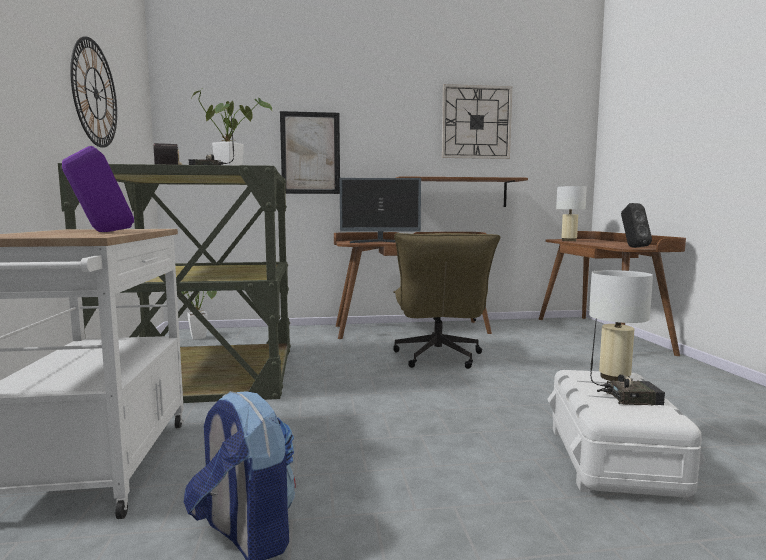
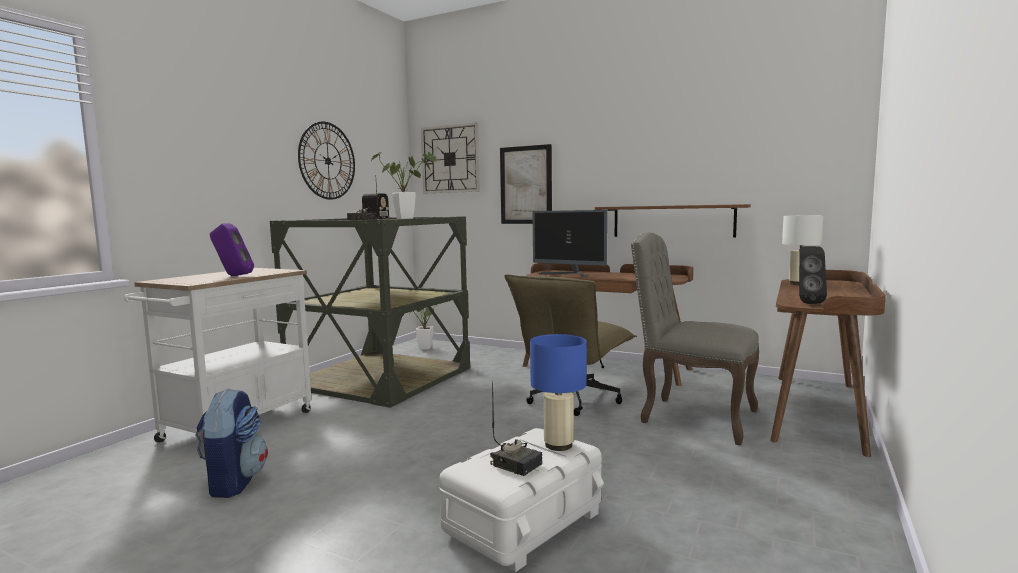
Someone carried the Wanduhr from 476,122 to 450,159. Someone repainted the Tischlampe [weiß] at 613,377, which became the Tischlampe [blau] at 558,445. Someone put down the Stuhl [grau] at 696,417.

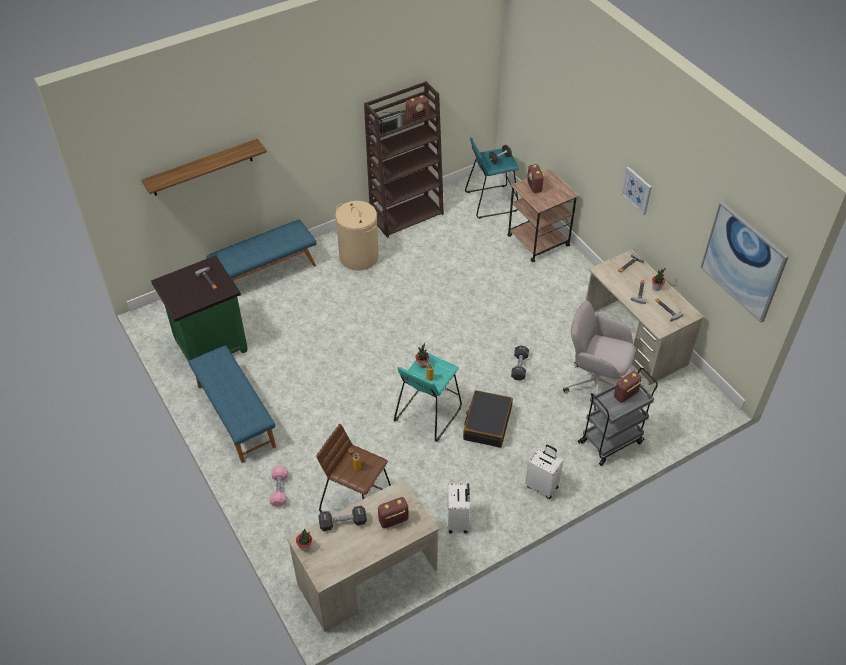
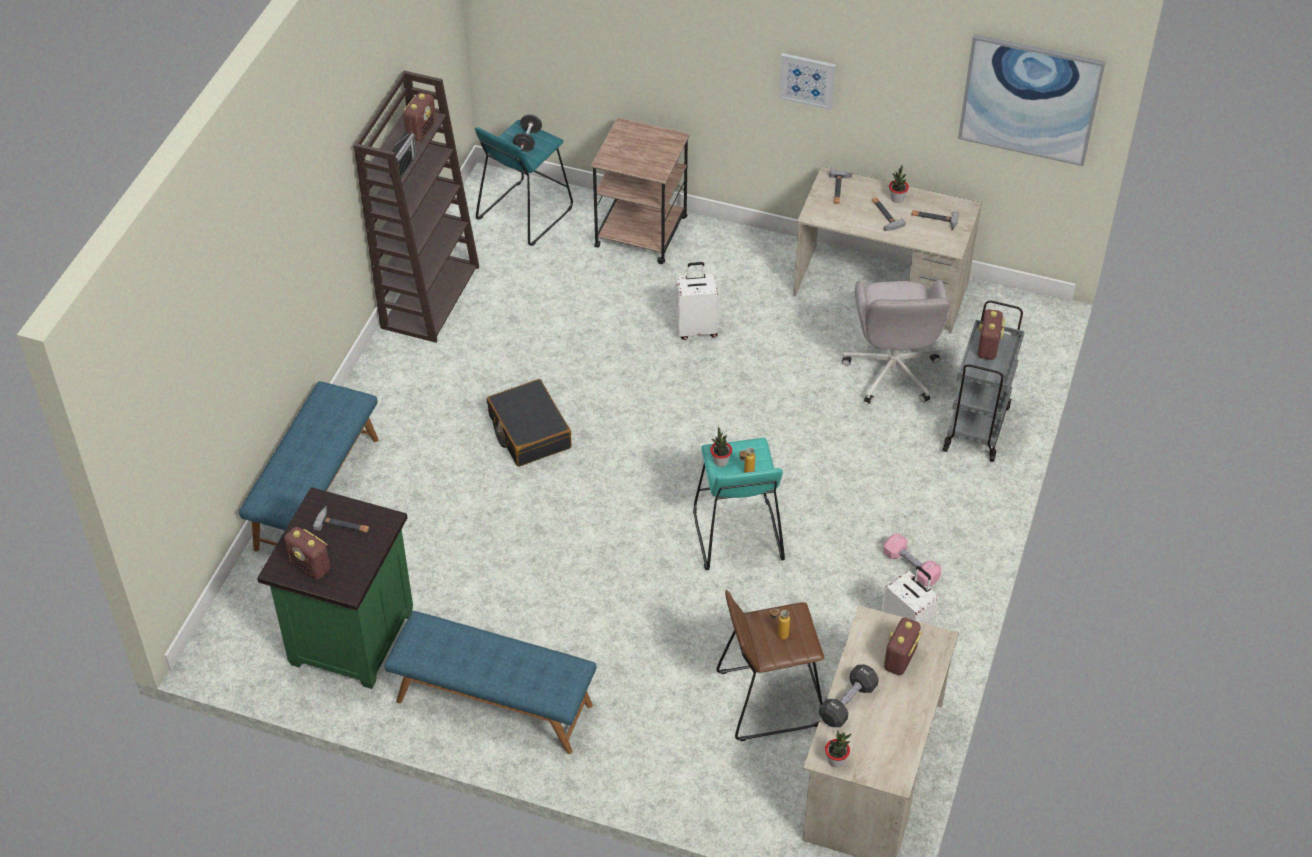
Someone took away the Wandregal at 202,168. Someone carried the Radio from 534,187 to 310,566. Someone took away the Wäschekorb [beige] at 358,257. Someone rotated the Bürostuhl [grau] at 594,385 by 75 degrees counterclockwise. Someone took away the Hantel [schwarz] at 519,367. Someone carried the Koffer [schwarz] from 487,424 to 529,432. Someone carried the Koffer [weiß] from 542,486 to 696,329. Someone carried the Hantel [rosa] from 279,490 to 911,567.

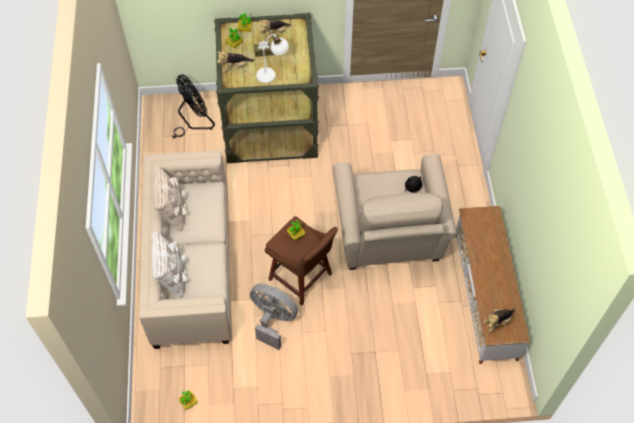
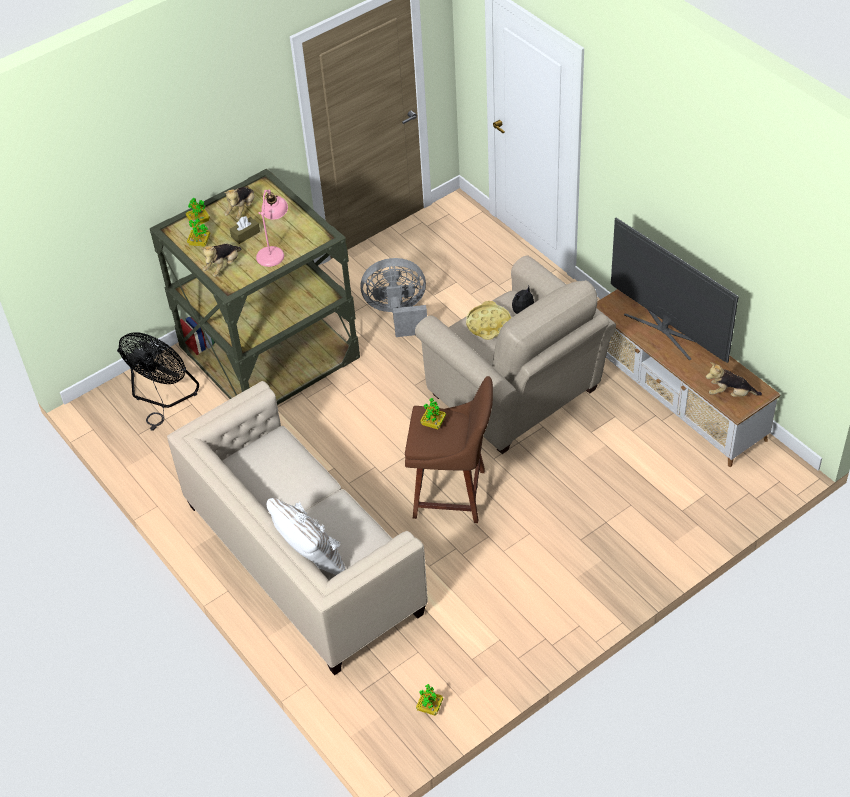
Someone repainted the Tischlampe [weiß] at 272,70, which became the Tischlampe [rosa] at 274,248. Someone took away the Kissen [beige] at 174,211. Someone carried the Ventilator [grau] from 273,320 to 398,314. Someone rotated the Plüschtier at 497,322 by 75 degrees clockwise. Someone put down the Fernseher at 666,329. Someone put down the Tablett [gelb] at 488,324.

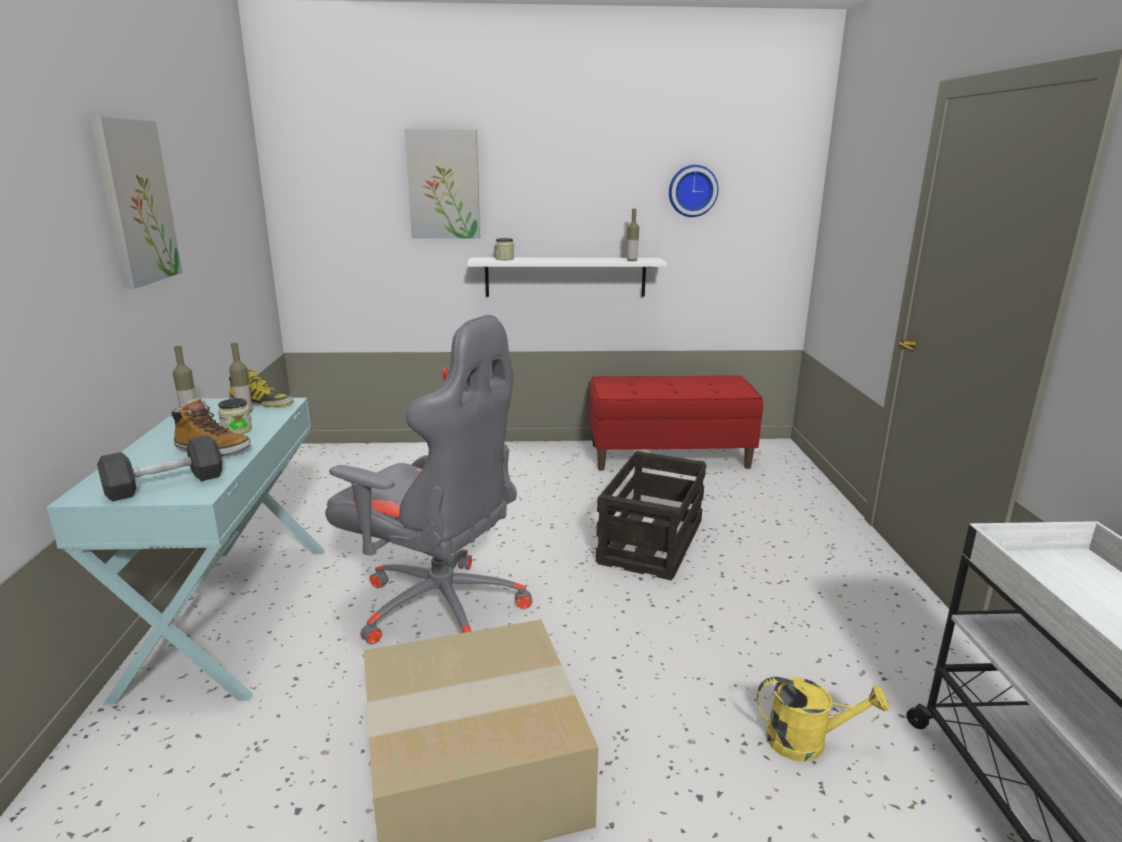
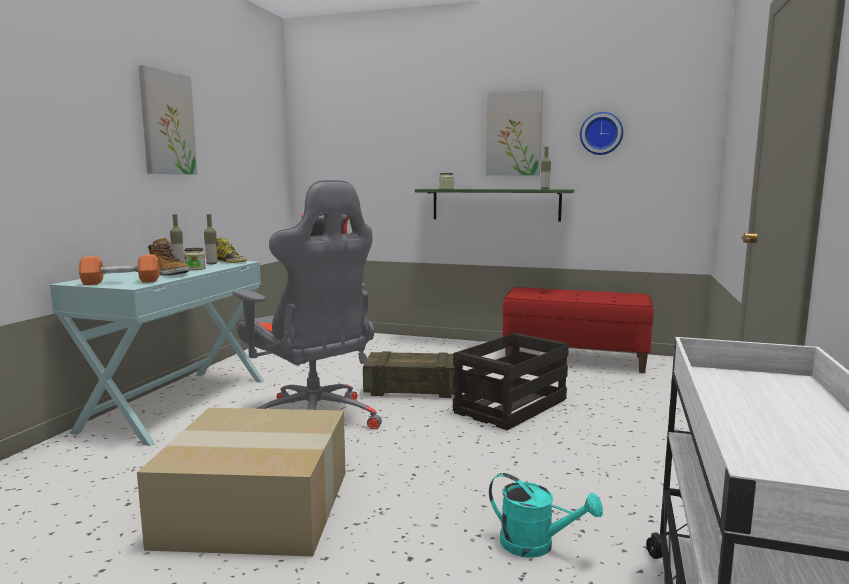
Someone carried the Bild from 444,185 to 514,134. Someone repainted the Wandregal [weiß] at 565,277, which became the Wandregal [grün] at 495,204. Someone repainted the Hantel [grau] at 165,484, which became the Hantel [orange] at 121,282. Someone repainted the Gießkanne [gelb] at 807,742, which became the Gießkanne [türkis] at 536,545. Someone put down the Kiste at 413,389.

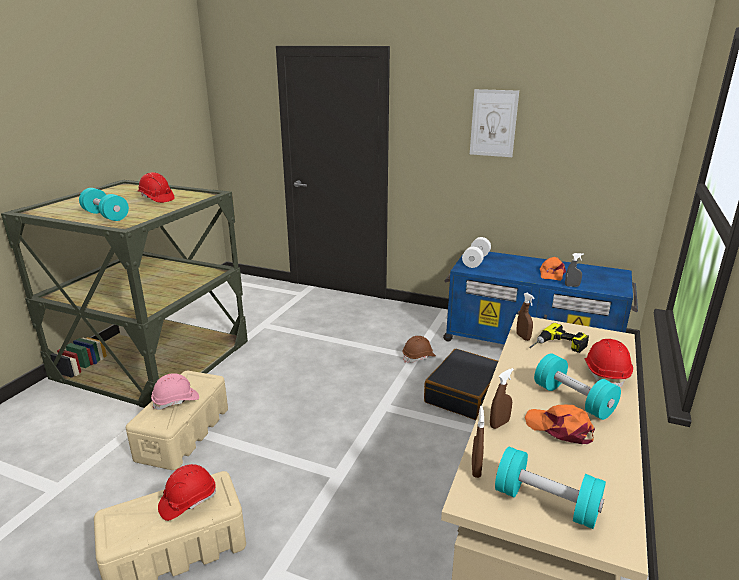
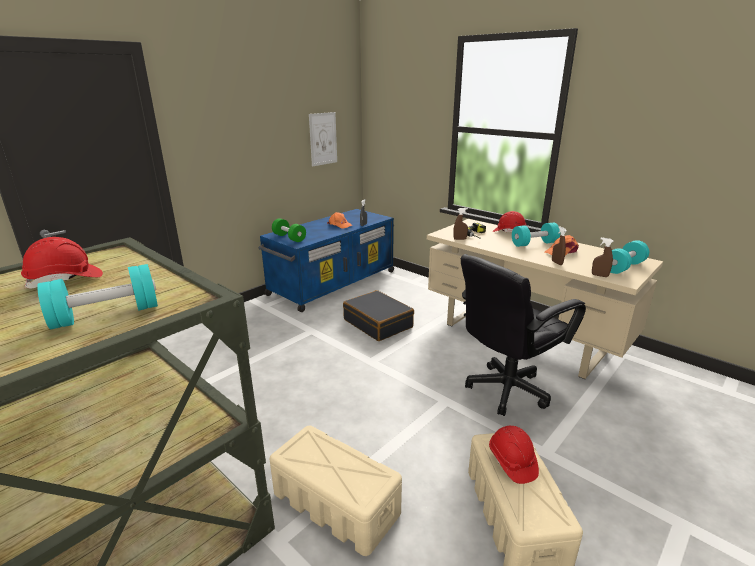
Someone carried the Bild from 493,123 to 323,139. Someone repainted the Hantel [weiß] at 476,261, which became the Hantel [grün] at 289,238. Someone took away the Schutzhelm [braun] at 418,357. Someone took away the Schutzhelm [rosa] at 176,401. Someone put down the Bürostuhl [schwarz] at 504,393.

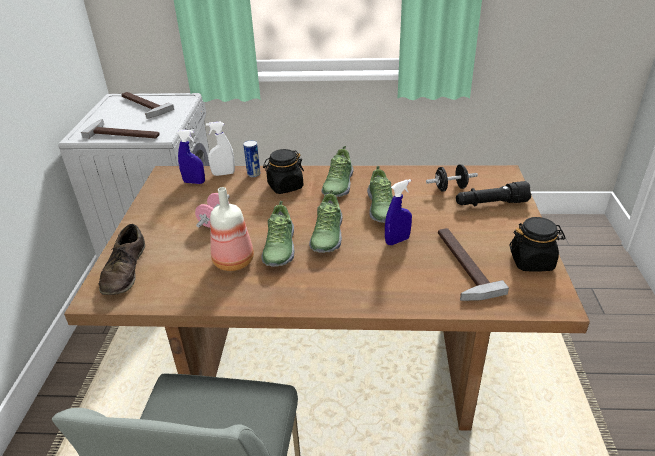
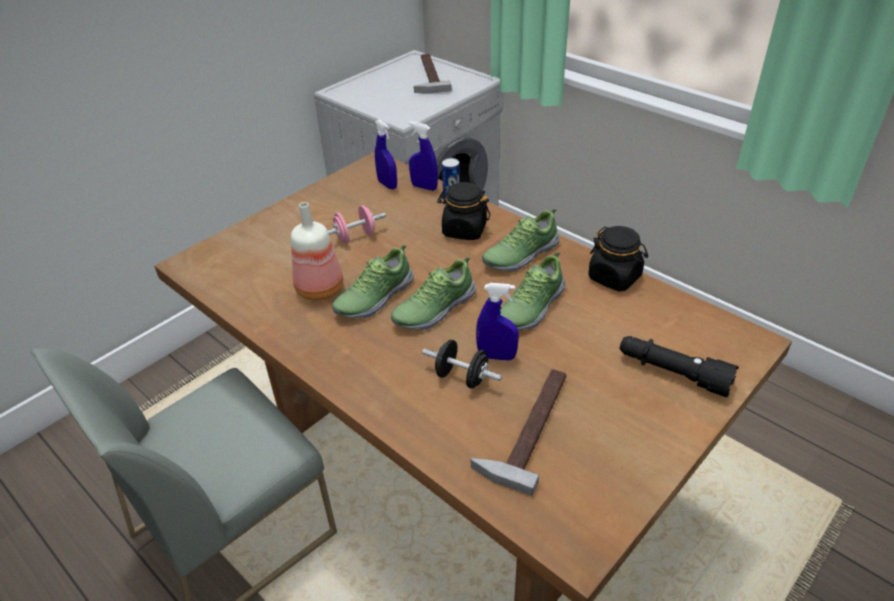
Someone took away the Hammer at 125,133. Someone repainted the Sprühflasche [weiß] at 223,174, which became the Sprühflasche [blau] at 424,187. Someone carried the Hantel [schwarz] from 450,188 to 462,377. Someone carried the Vorratsglas [schwarz] from 532,261 to 615,277. Someone took away the Schuh [braun] at 125,270.

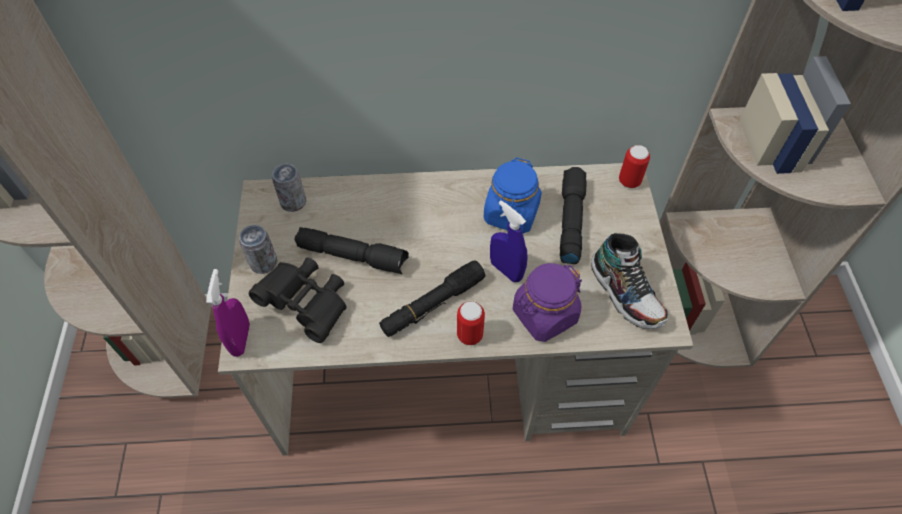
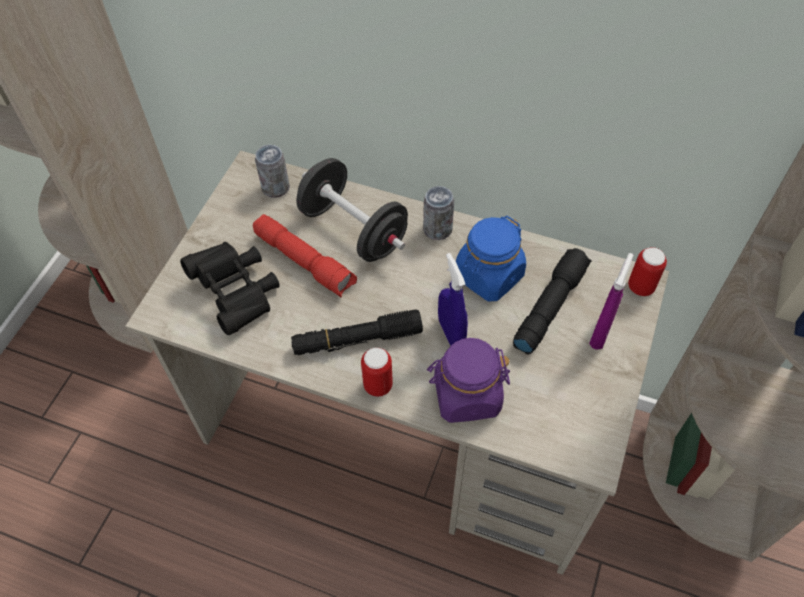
Someone carried the Dose from 263,263 to 437,229. Someone repainted the Taschenlampe [schwarz] at 353,255, which became the Taschenlampe [rot] at 305,261. Someone took away the Schuh at 626,293. Someone carried the Sprühflasche [lila] from 241,339 to 600,333. Someone put down the Hantel [schwarz] at 353,229.

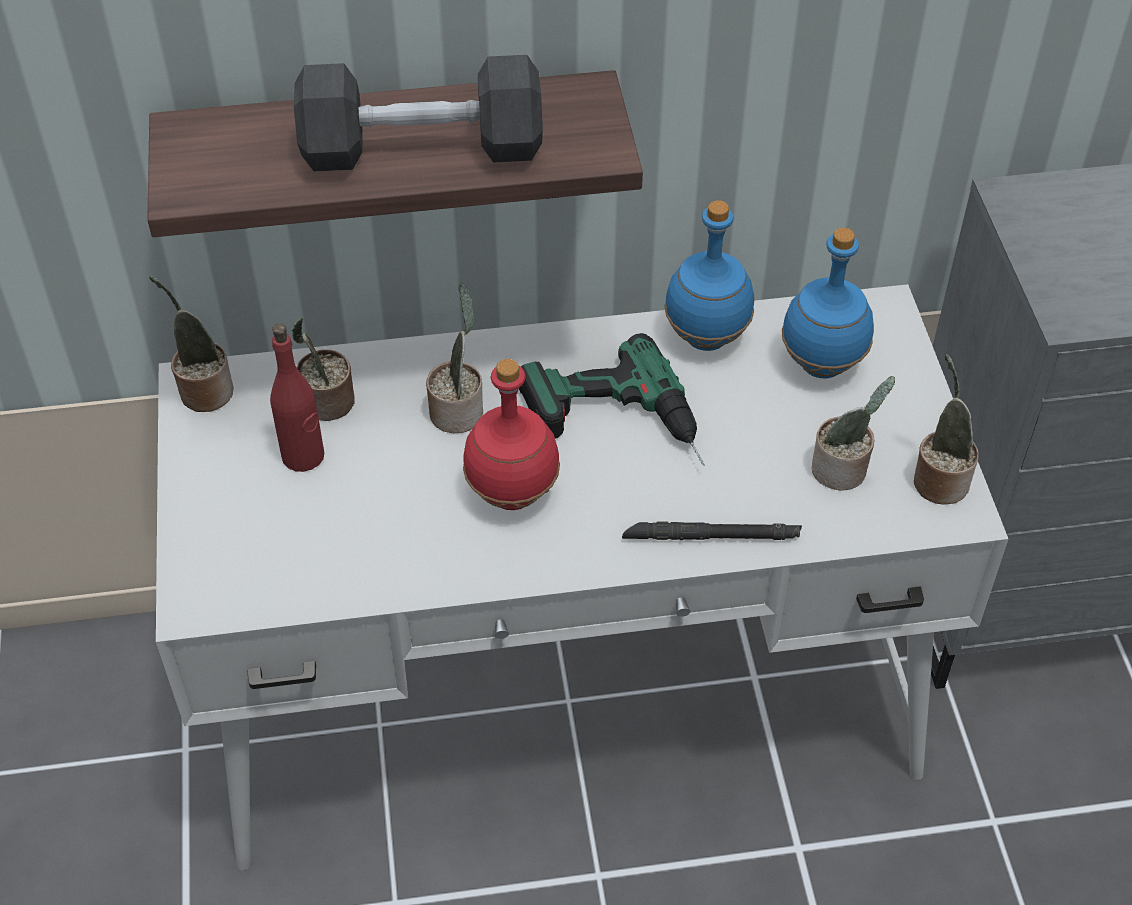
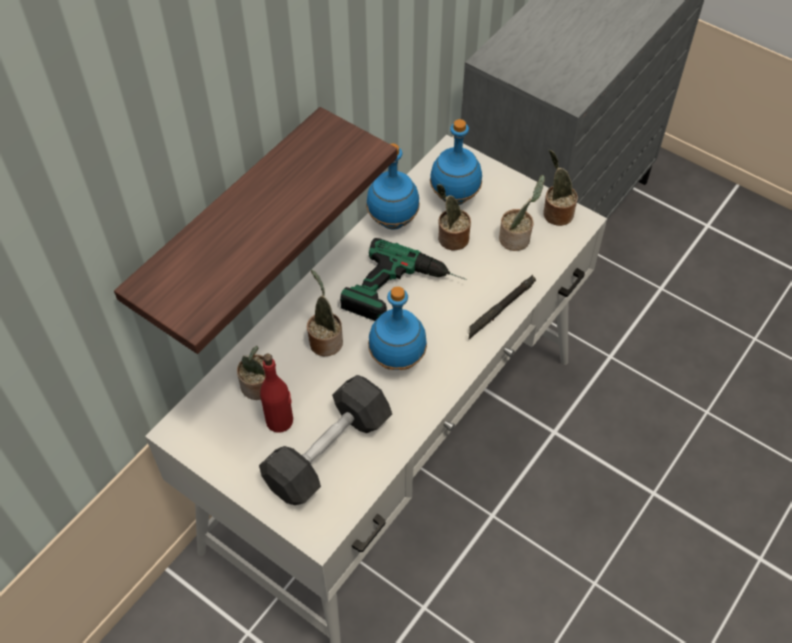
Someone carried the Hantel [grau] from 422,149 to 328,451. Someone carried the Topfpflanze from 203,391 to 451,239. Someone repainted the Flasche [rot] at 514,495, which became the Flasche [blau] at 398,359.

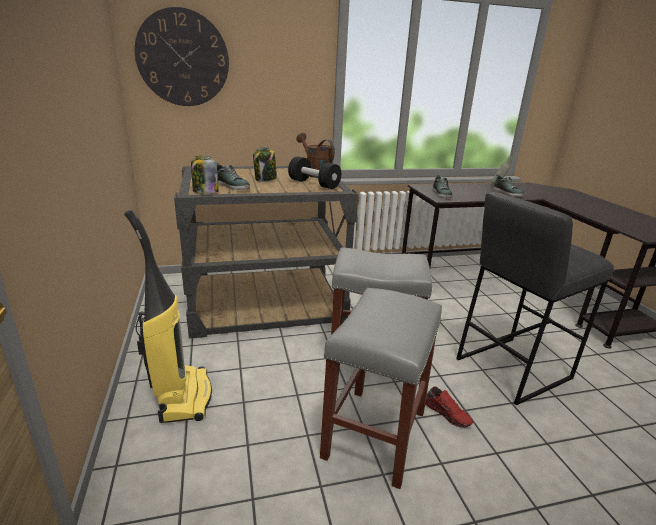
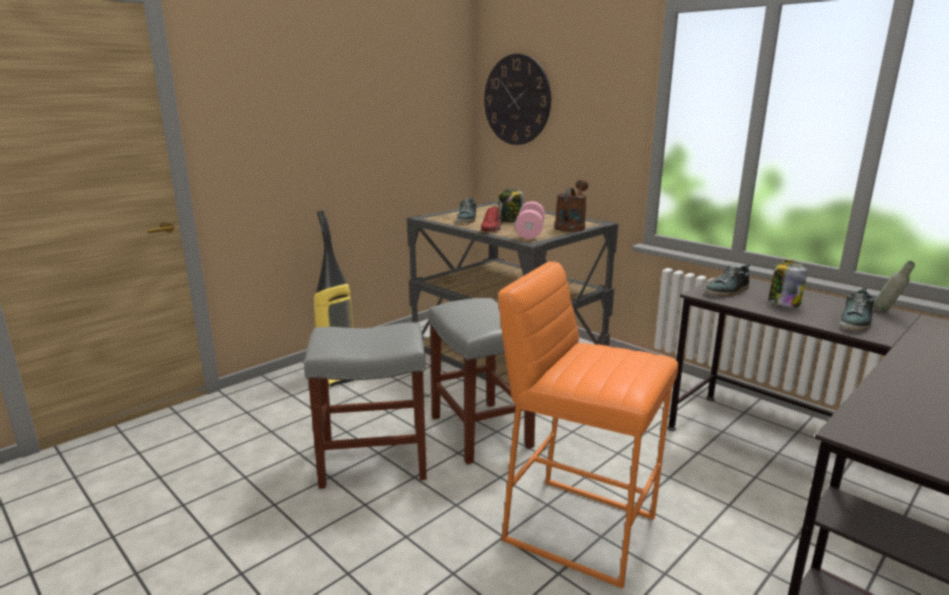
Someone carried the Vorratsglas from 205,192 to 783,303. Someone repainted the Hantel [schwarz] at 314,184, which became the Hantel [rosa] at 530,232. Someone repainted the Hocker [grau] at 511,369, which became the Hocker [orange] at 577,527. Someone carried the Schuh [rot] from 447,413 to 492,228.

